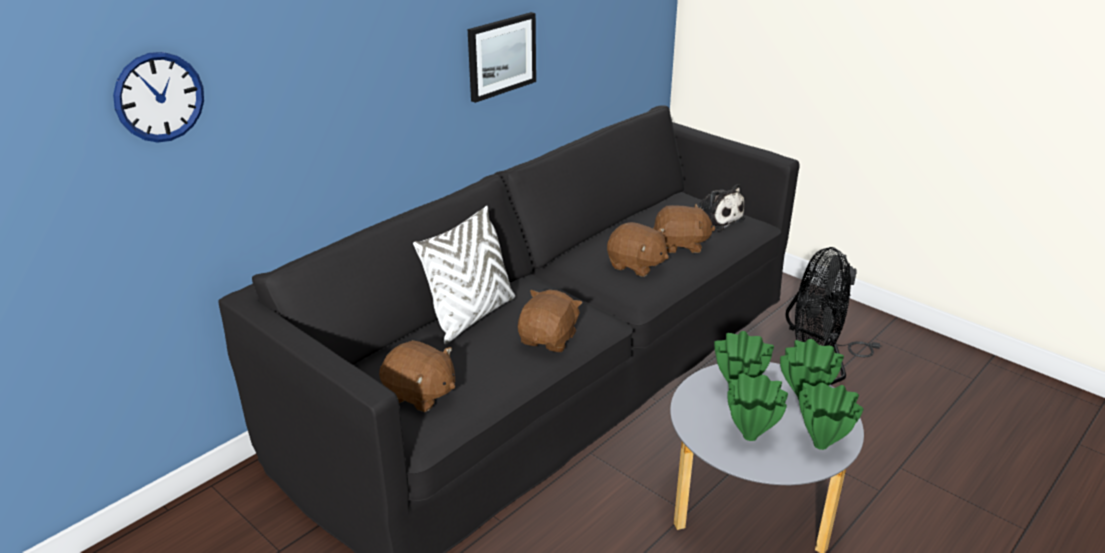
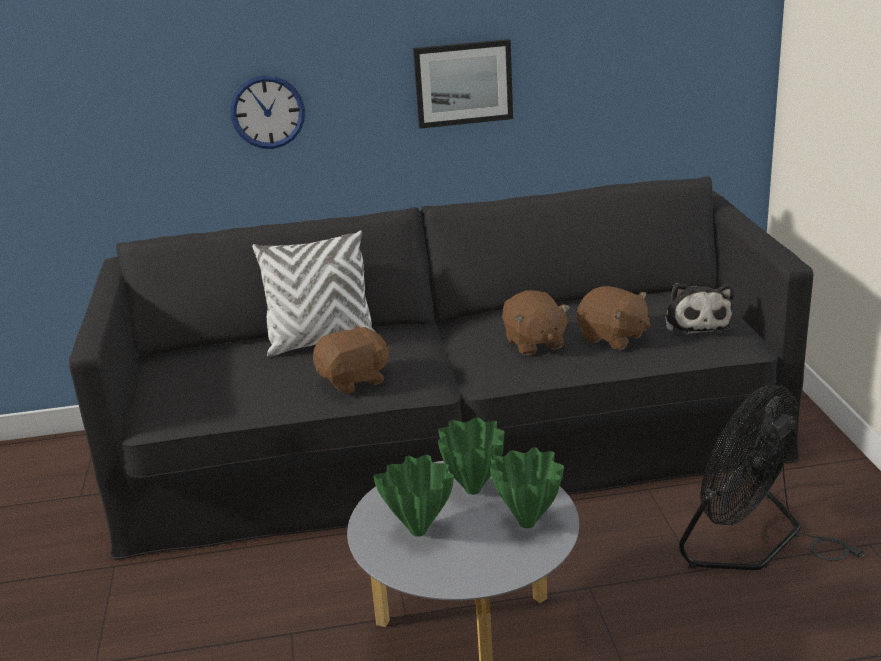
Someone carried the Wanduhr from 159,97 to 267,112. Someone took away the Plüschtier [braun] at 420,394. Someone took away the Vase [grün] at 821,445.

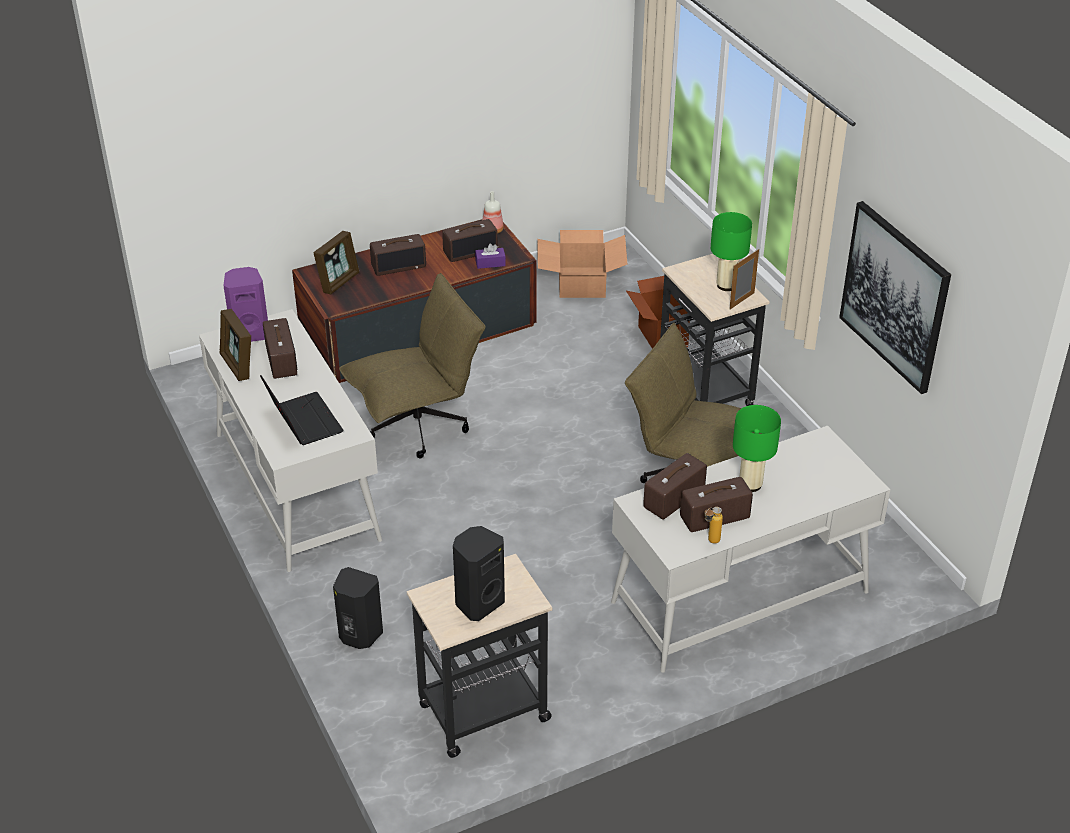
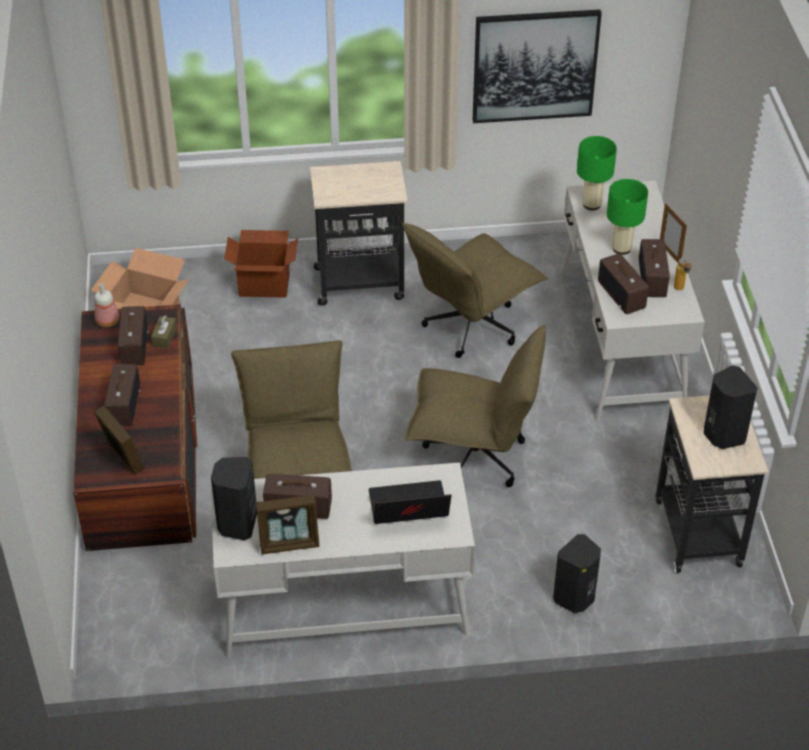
Someone carried the Tischlampe [grün] from 726,286 to 592,204. Someone repainted the Taschentuchbox [lila] at 490,263, which became the Taschentuchbox [braun] at 164,337. Someone carried the Bilderrahmen from 742,301 to 669,254. Someone repainted the Lautsprecher [lila] at 250,333, which became the Lautsprecher [schwarz] at 236,524. Someone put down the Bürostuhl [beige] at 473,456.

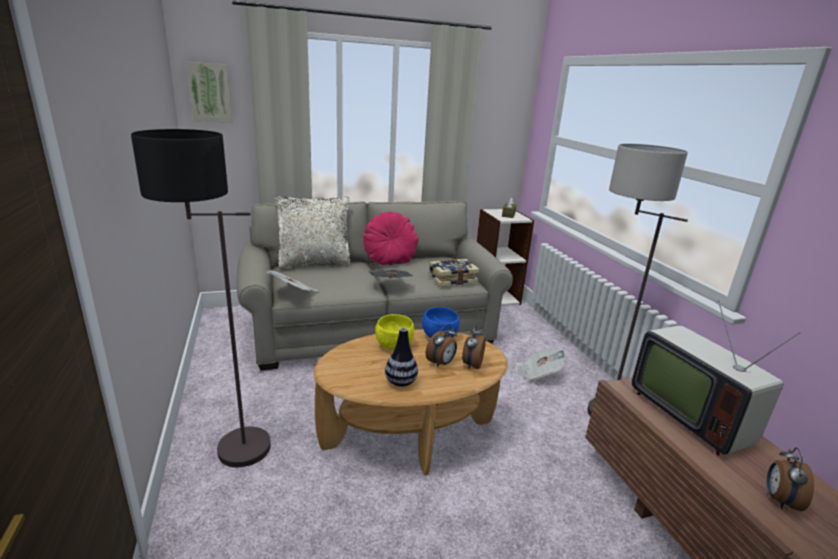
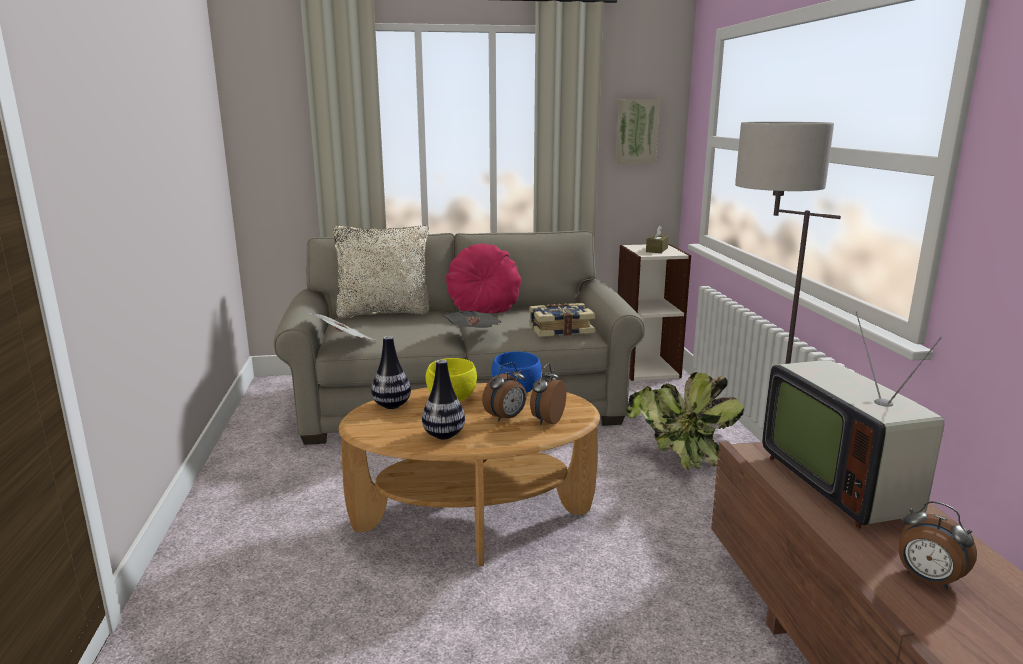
Someone carried the Bild from 210,92 to 635,131. Someone took away the Stehlampe [schwarz] at 228,450. Someone swapped the Zeitung at 538,374 for the Topfpflanze at 678,459. Someone rotated the Wecker at 779,500 by 75 degrees counterclockwise. Someone put down the Vase at 391,405.

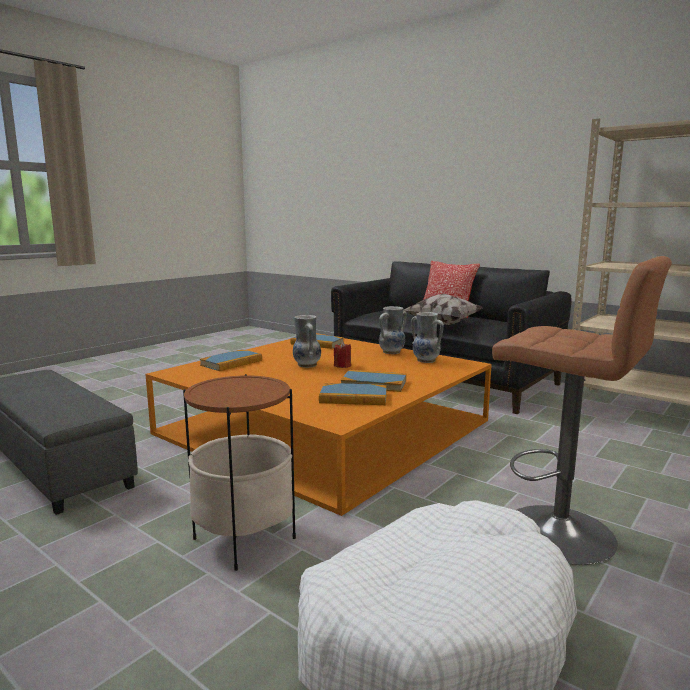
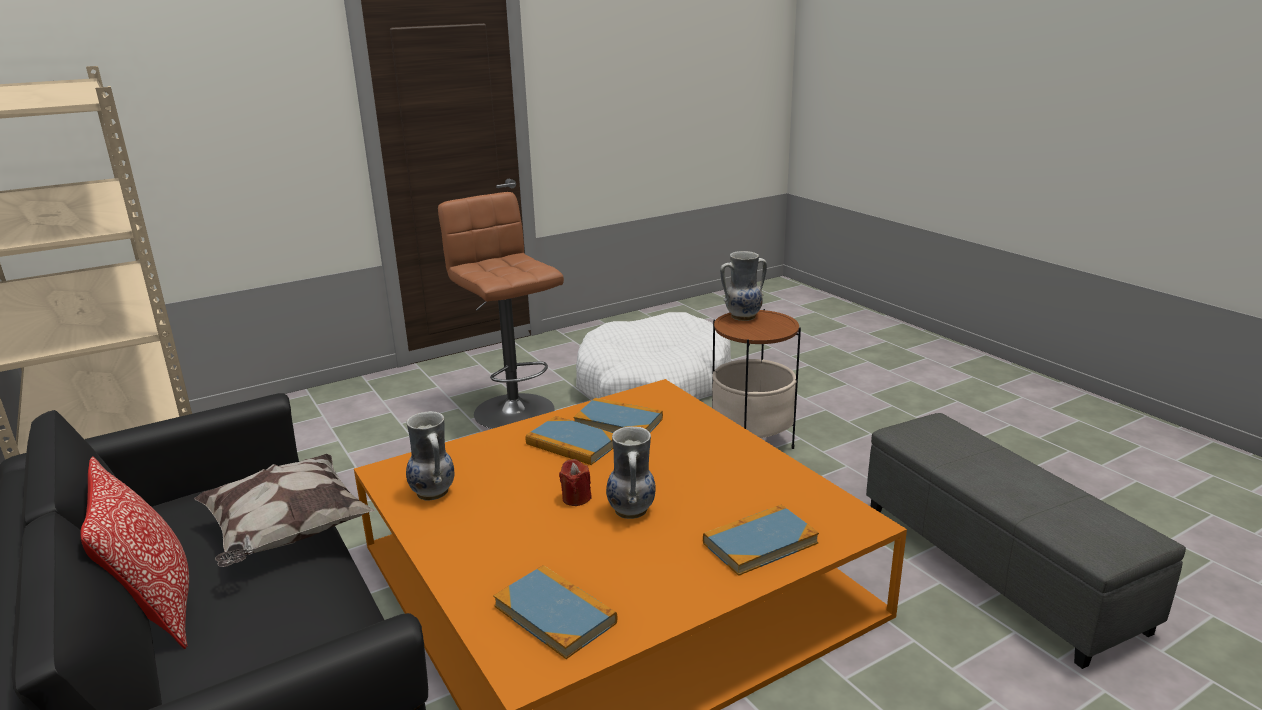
Someone carried the Vase from 392,352 to 742,316.

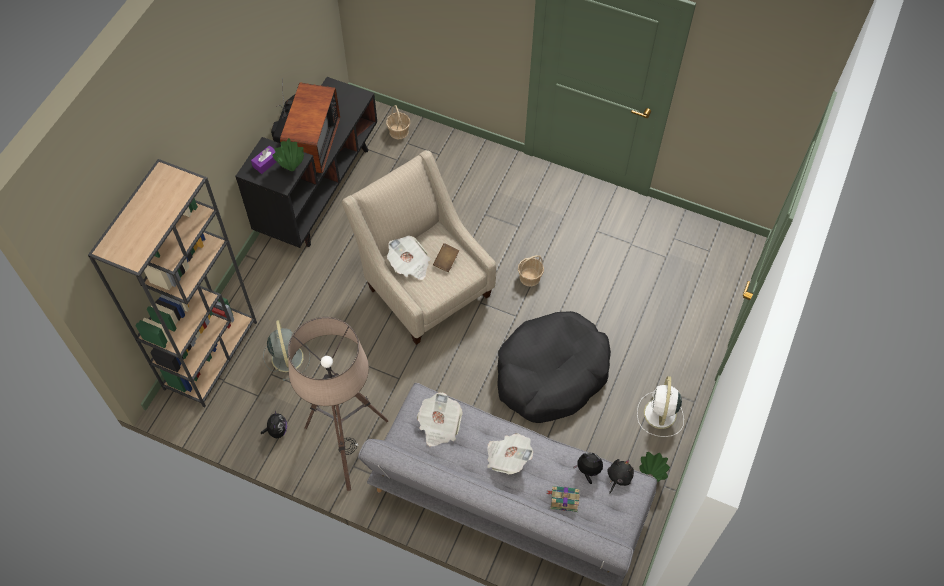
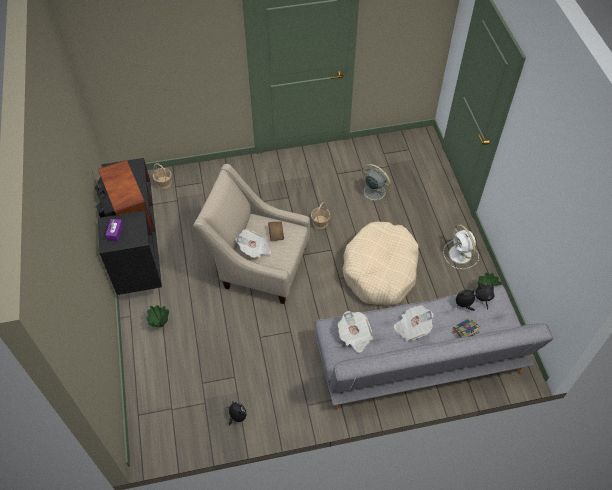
Someone carried the Vase [grün] from 292,169 to 160,325. Someone took away the Bücherregal at 210,354. Someone repainted the Hundebett [schwarz] at 551,374, which became the Hundebett [beige] at 380,270. Someone took away the Stehlampe at 347,445. Someone carried the Ventilator [grau] from 287,356 to 373,191.

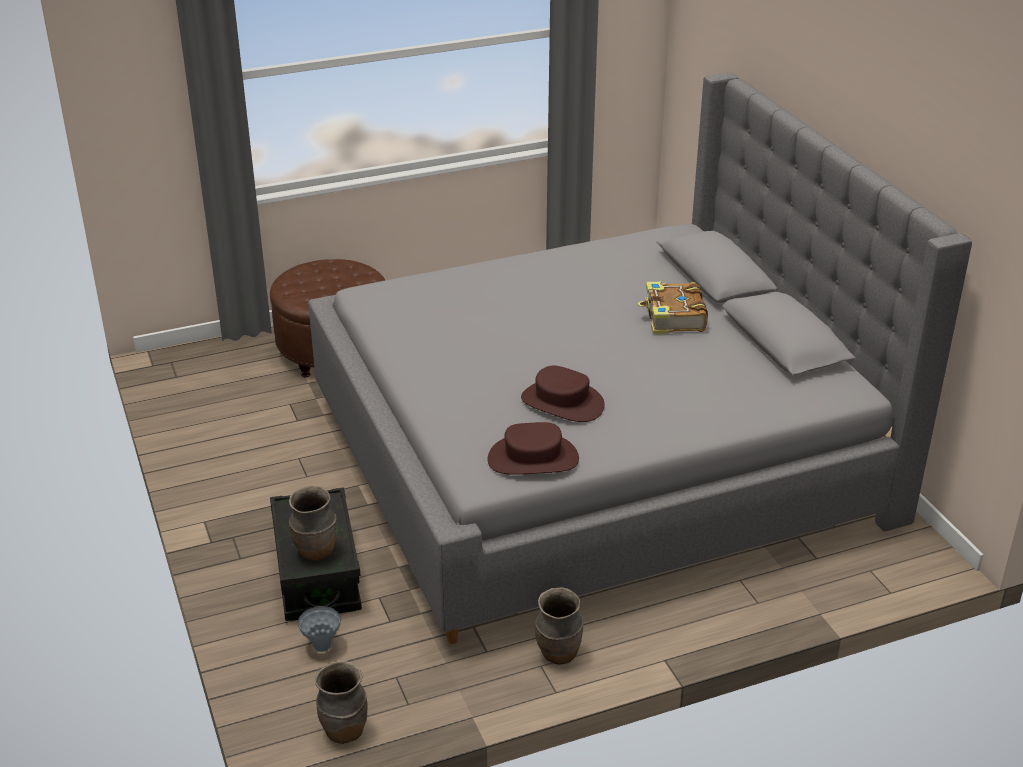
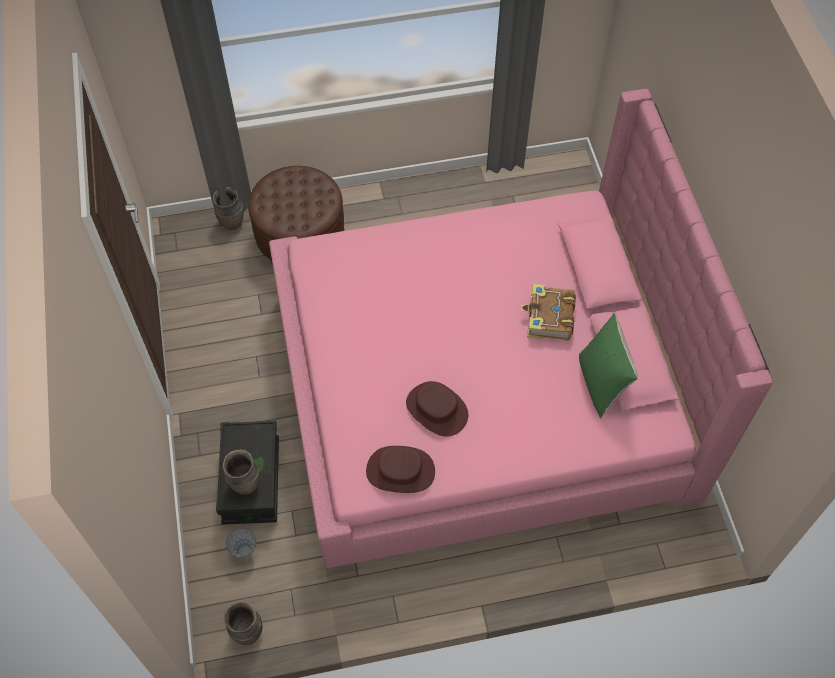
Someone repainted the Bett [grau] at 600,460, which became the Bett [rosa] at 483,393. Someone carried the Vase [braun] from 558,654 to 232,222. Someone put down the Kissen [grün] at 601,383.

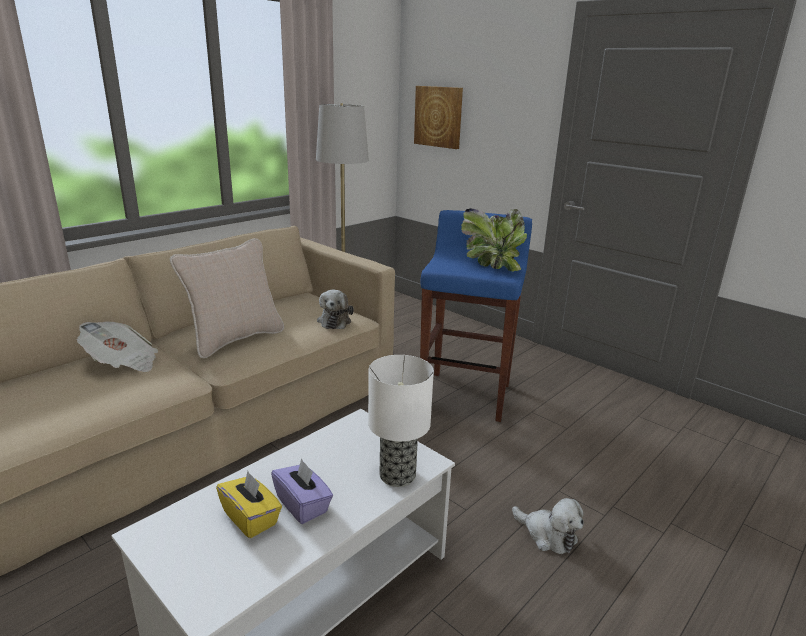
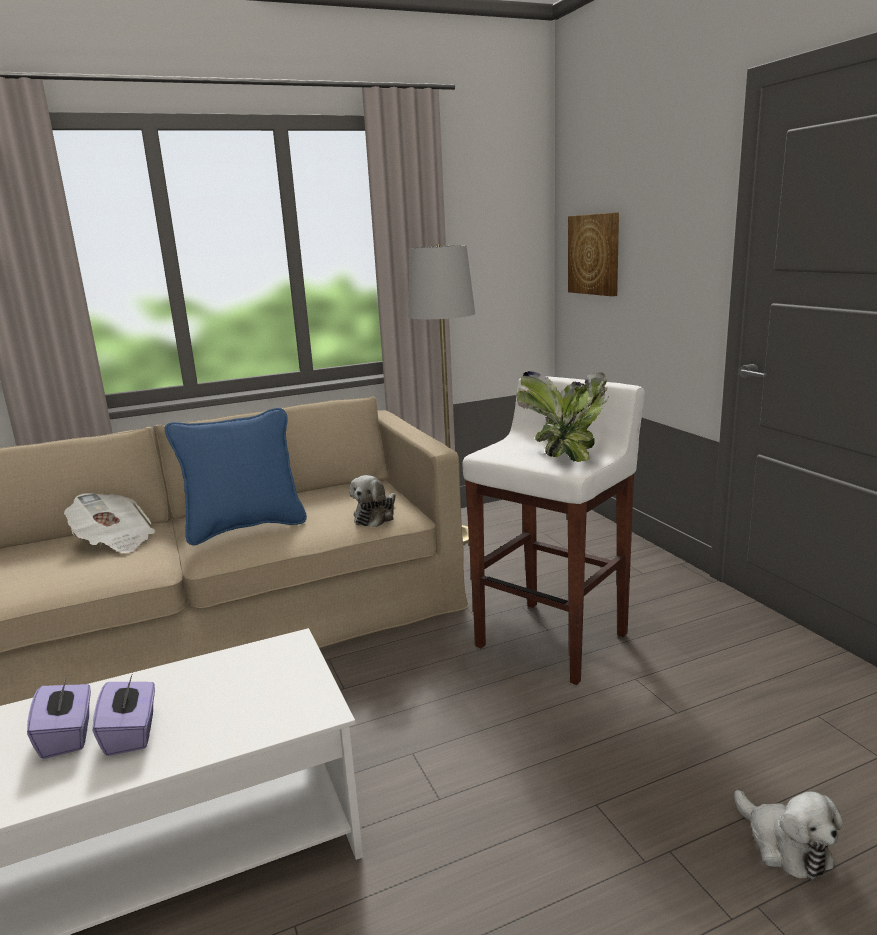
Someone repainted the Hocker [blau] at 466,395, which became the Hocker [weiß] at 553,639. Someone repainted the Kissen [beige] at 235,339, which became the Kissen [blau] at 245,527. Someone took away the Tischlampe at 396,474. Someone repainted the Taschentuchbox [gelb] at 251,518, which became the Taschentuchbox [lila] at 68,736. Someone carried the Plüschtier from 548,535 to 785,845.

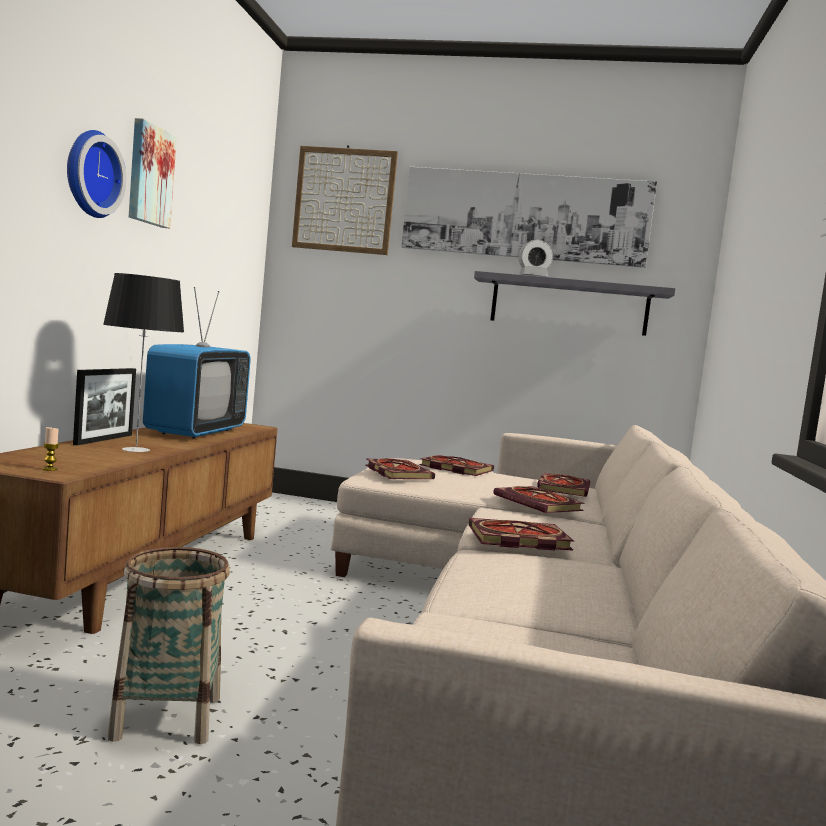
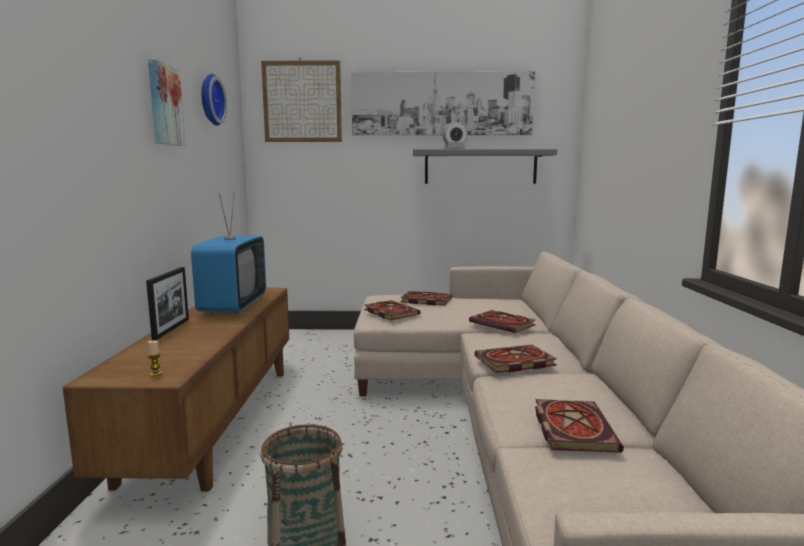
Someone carried the Wanduhr from 89,174 to 209,100. Someone took away the Tischlampe at 136,449. Someone carried the Buch from 562,488 to 571,427.

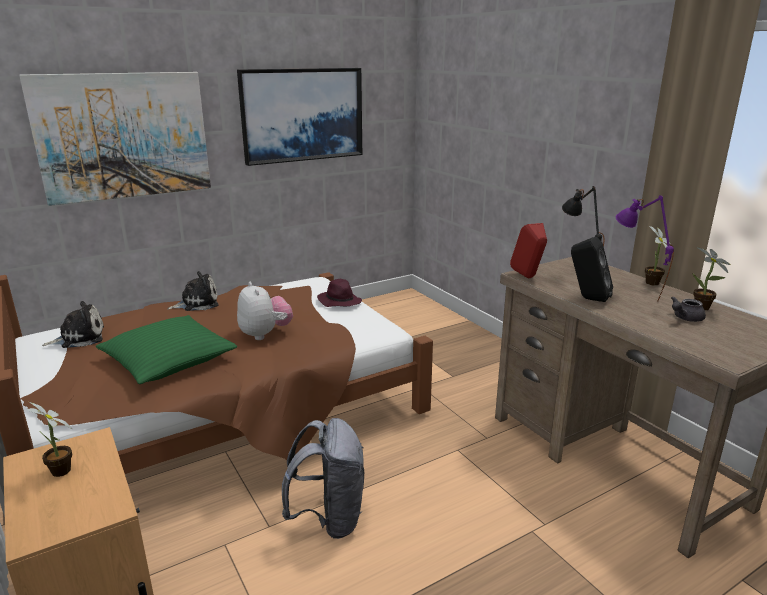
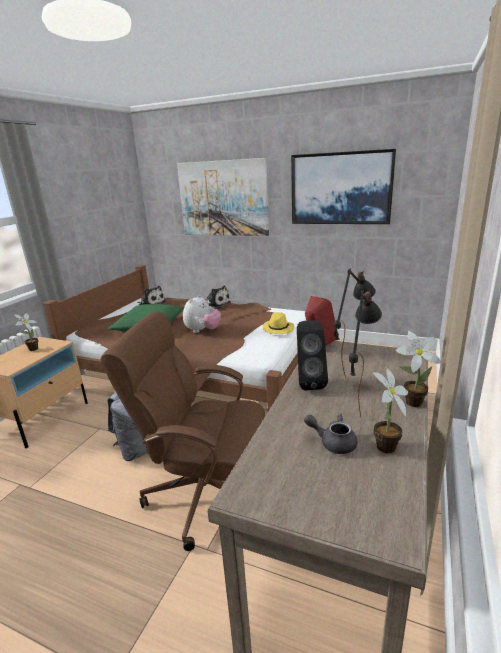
Someone repainted the Tischlampe [lila] at 633,295, which became the Tischlampe [schwarz] at 357,400. Someone repainted the Hut [lila] at 339,301, which became the Hut [gelb] at 278,329. Someone put down the Bürostuhl [braun] at 206,495.

